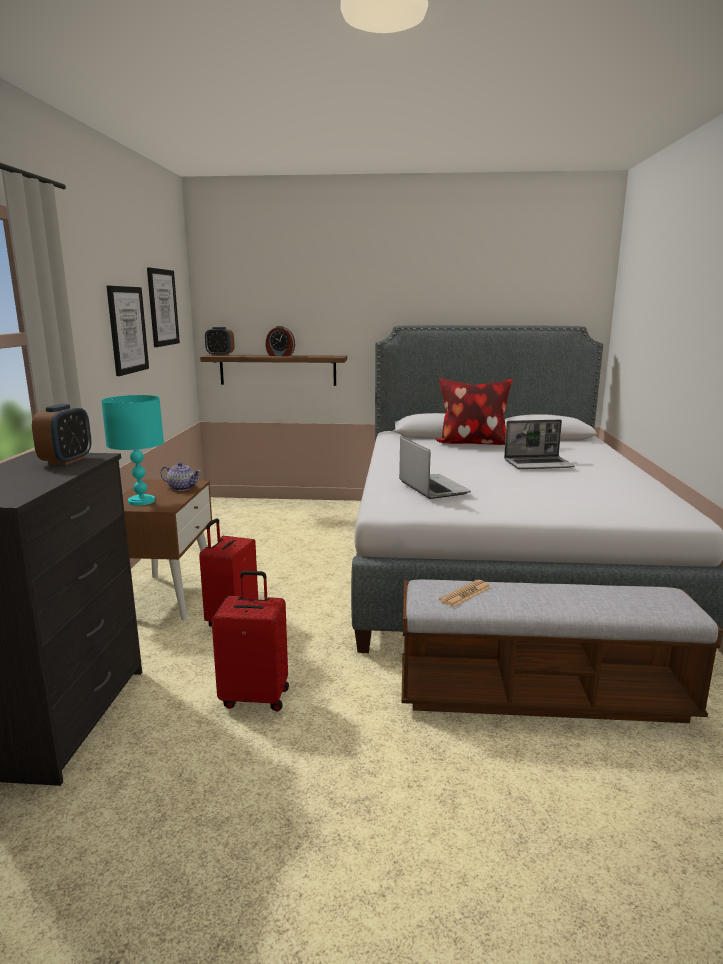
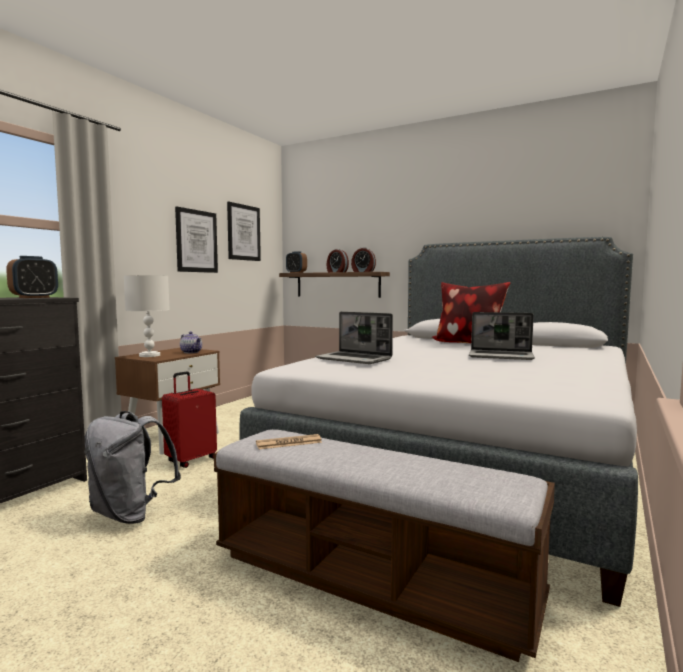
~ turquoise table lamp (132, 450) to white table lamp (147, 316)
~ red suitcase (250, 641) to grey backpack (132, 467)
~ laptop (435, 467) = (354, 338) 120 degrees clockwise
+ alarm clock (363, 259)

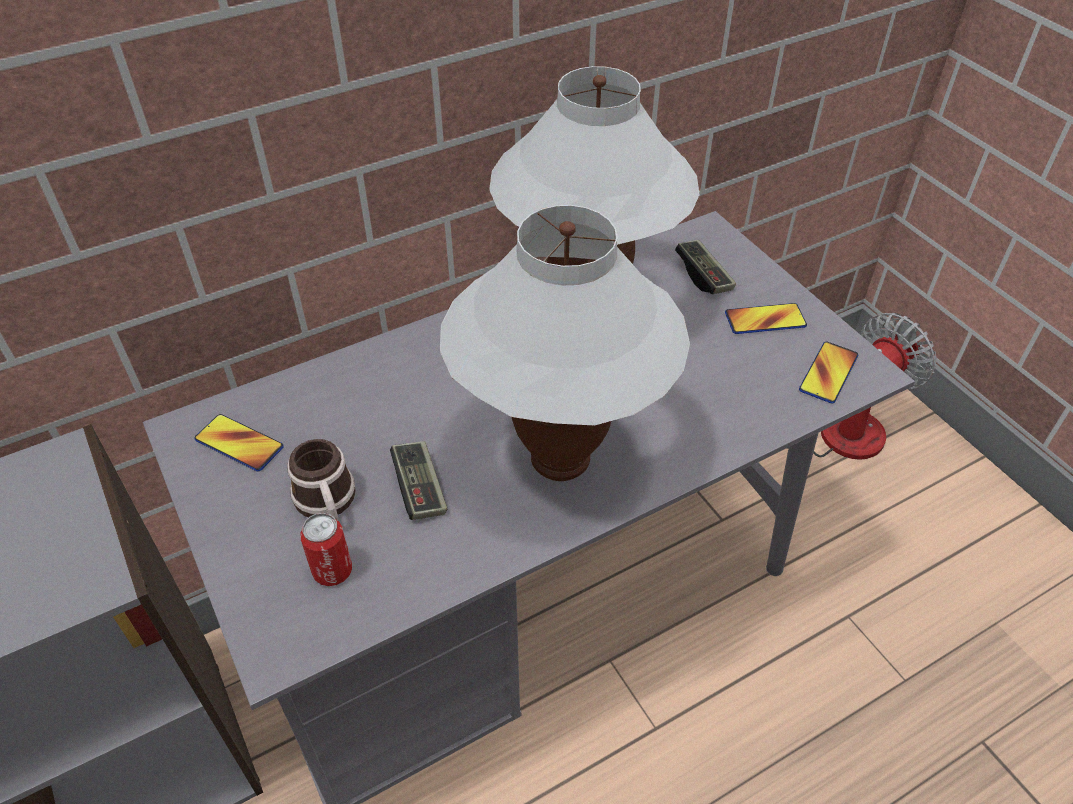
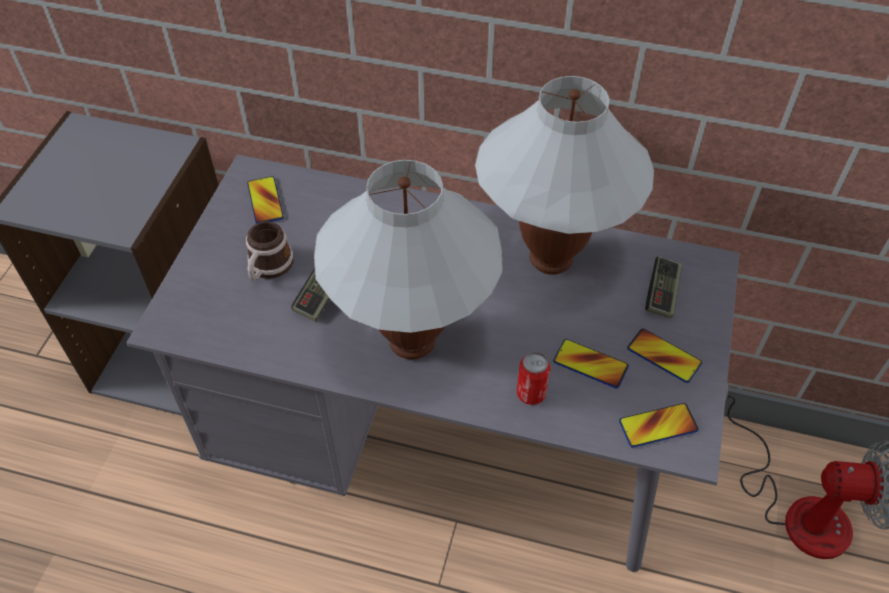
~ can (326, 549) to (533, 378)
+ phone (591, 364)

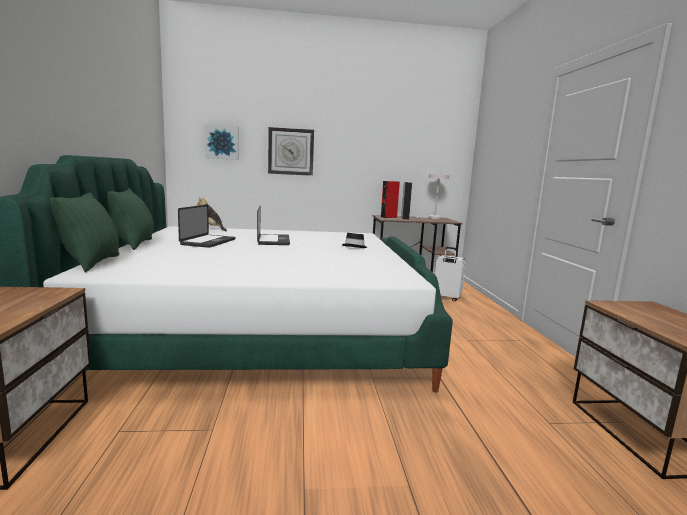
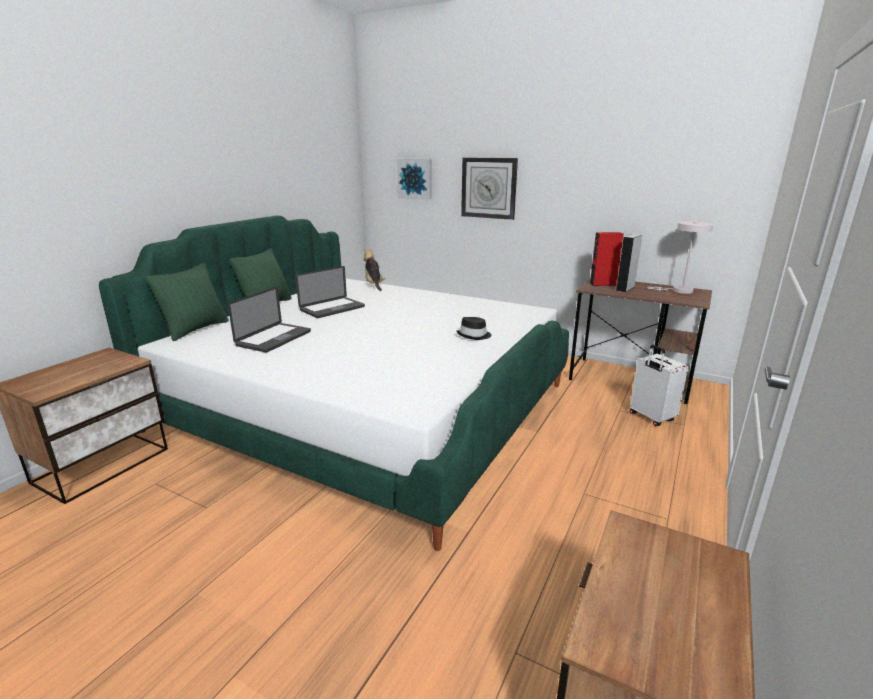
~ laptop (273, 225) to (269, 320)

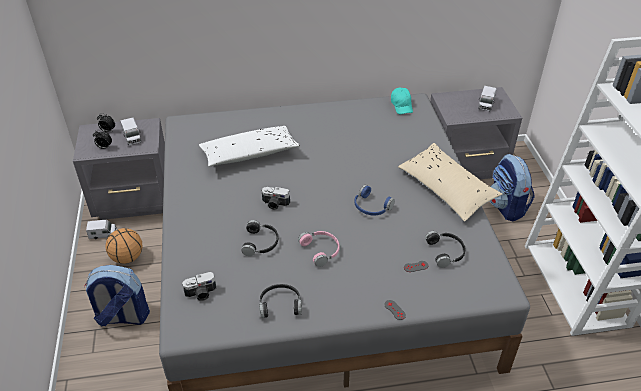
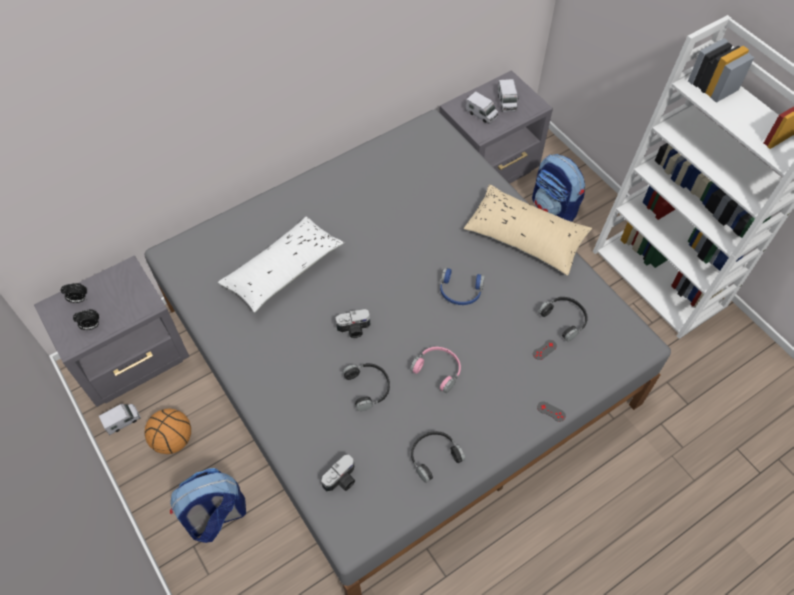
~ toy truck (131, 131) to (481, 107)
- turquoise cap (402, 100)

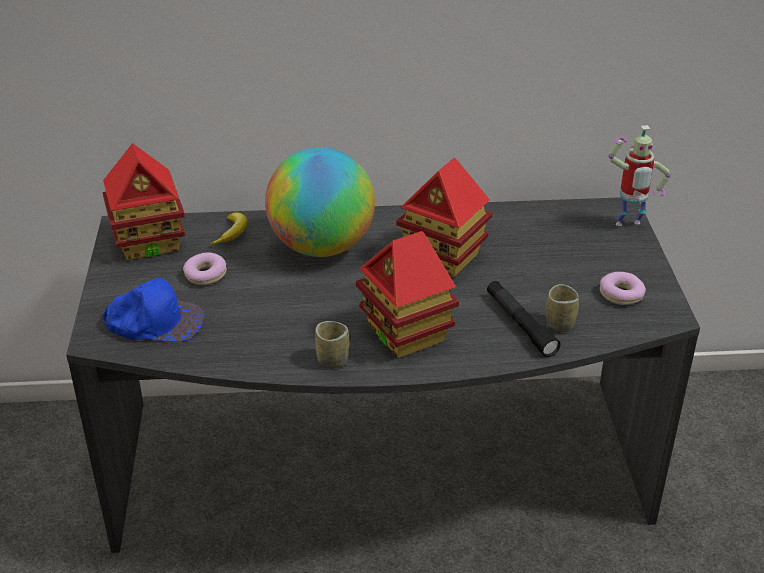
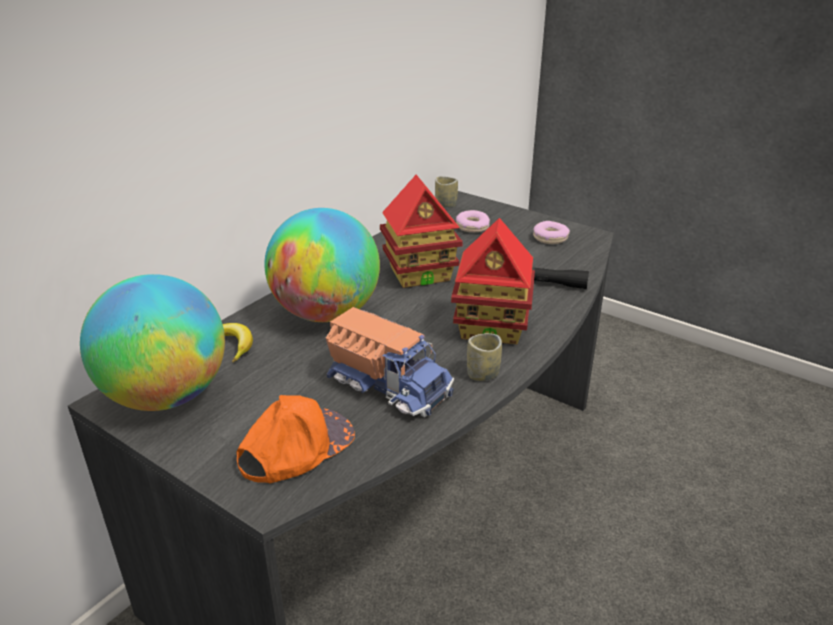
~ toy house (143, 201) to globe (152, 342)
~ blue cap (153, 310) to orange cap (296, 439)
~ donut (205, 268) to (473, 221)
~ cup (562, 308) to (446, 192)
- toy robot (639, 175)
+ toy truck (390, 362)

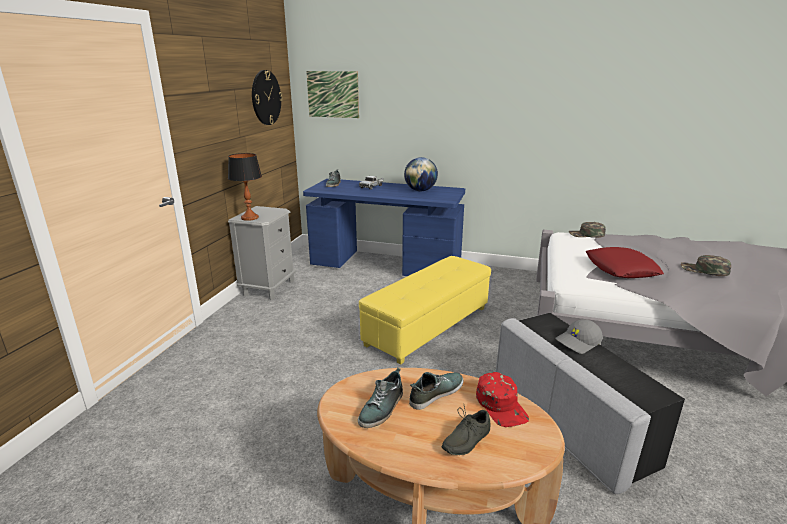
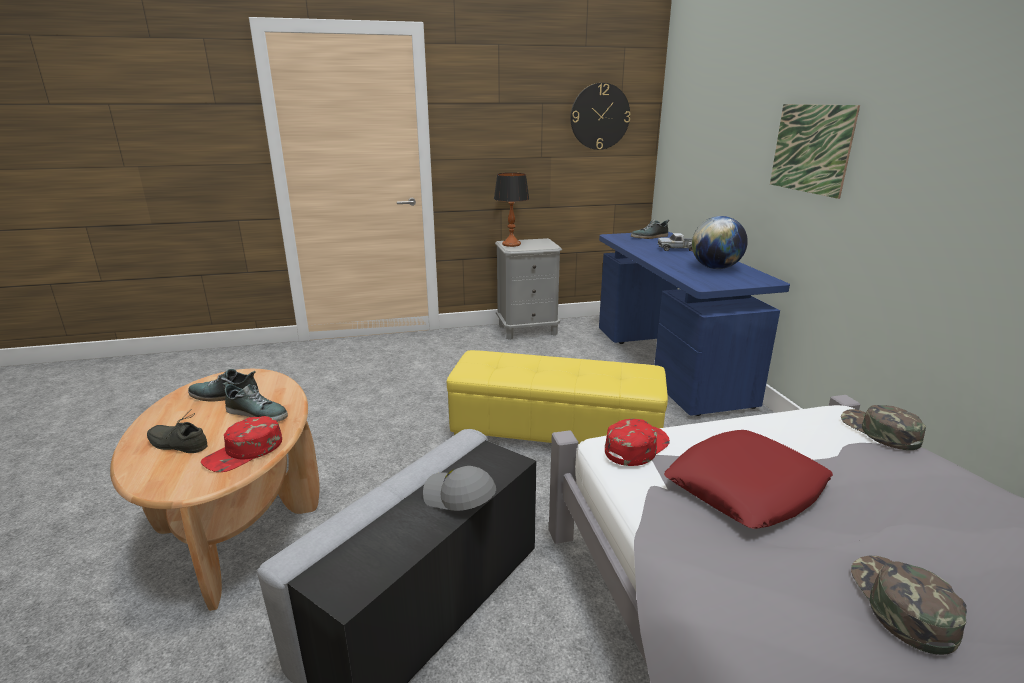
~ picture (332, 94) to (815, 151)
+ red cap (637, 442)

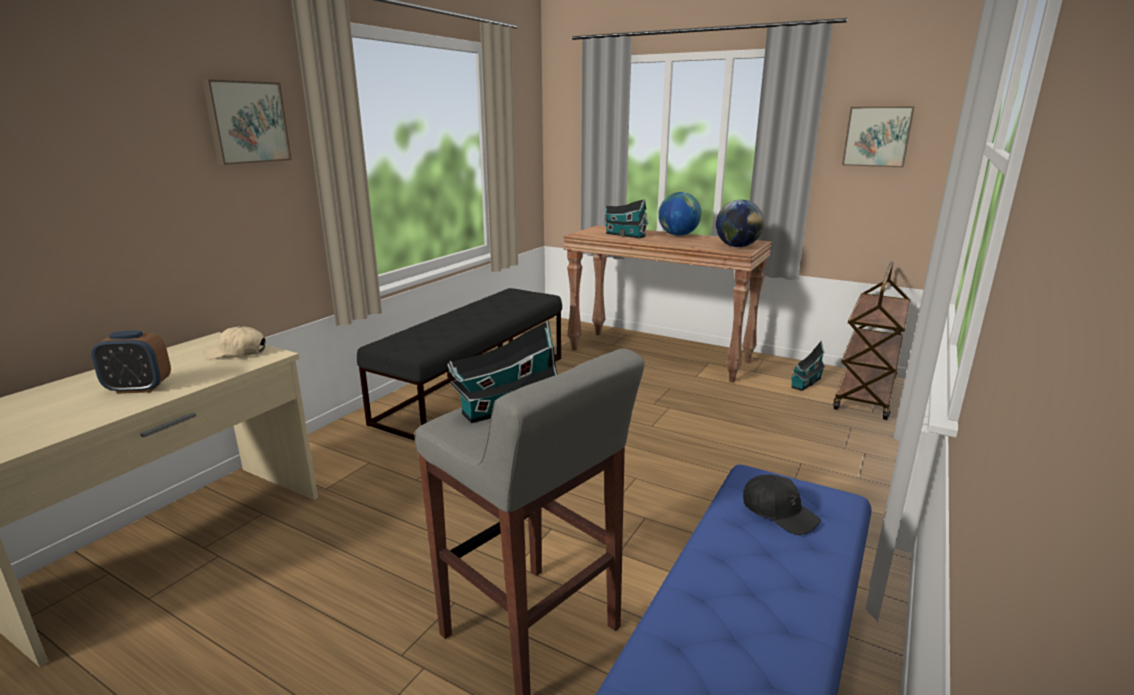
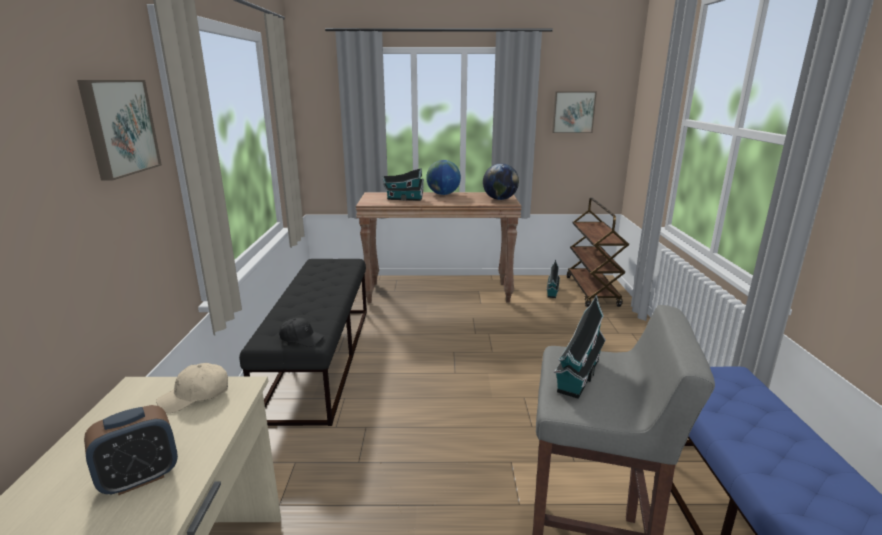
~ black cap (782, 504) to (301, 332)

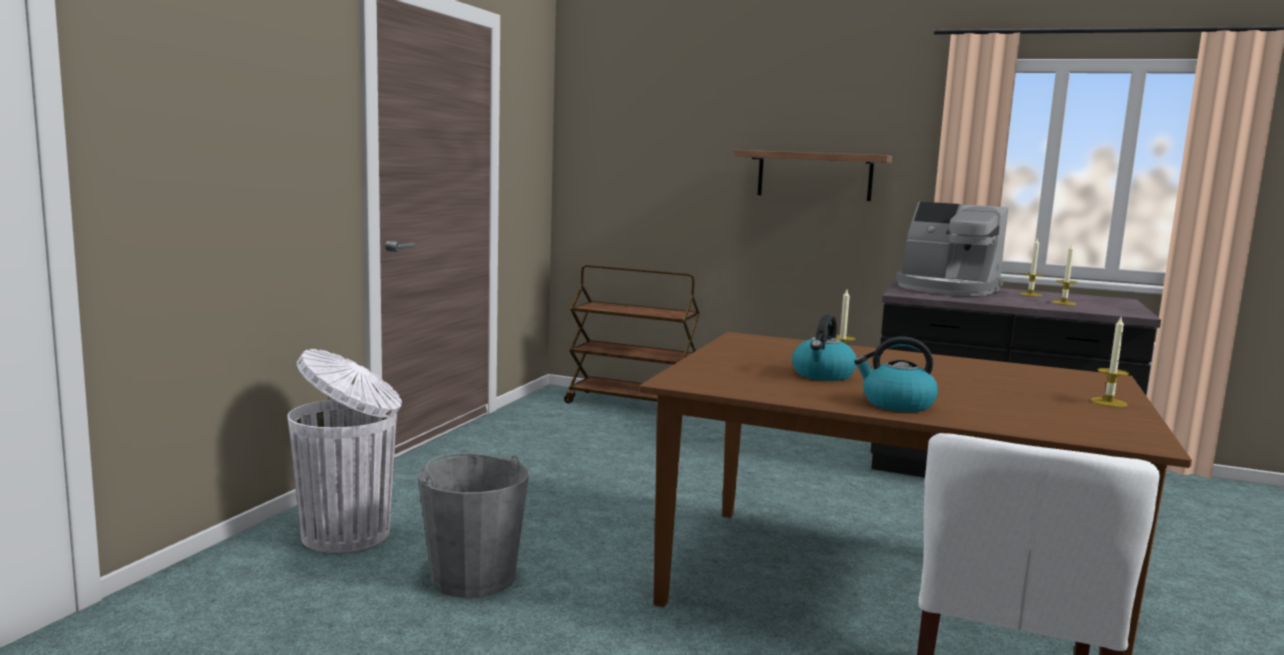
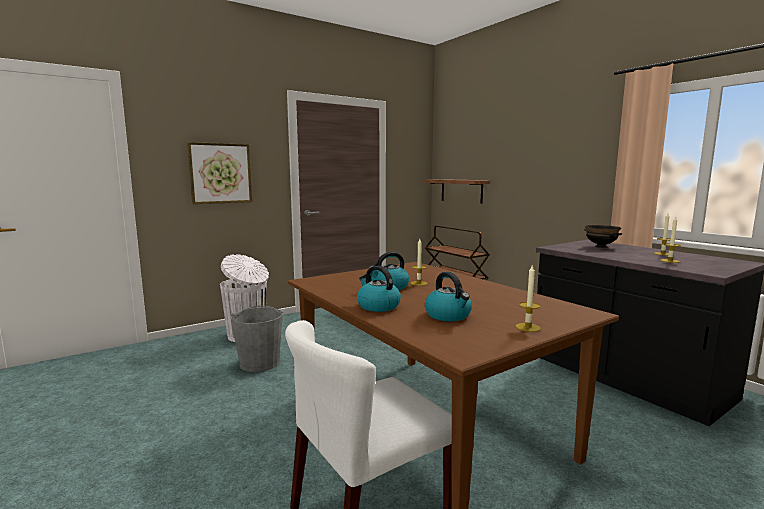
~ shelf (813, 175) to (456, 191)
~ coffee machine (952, 249) to black bowl (603, 236)
+ picture (219, 173)
+ kettle (448, 296)

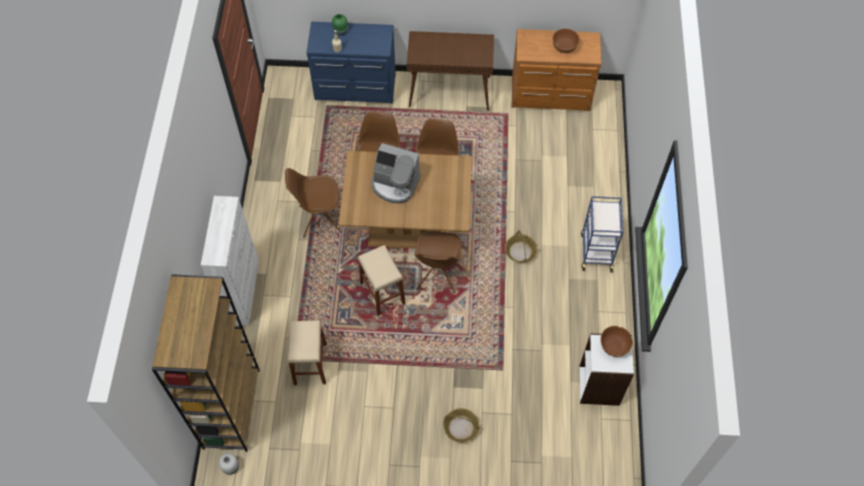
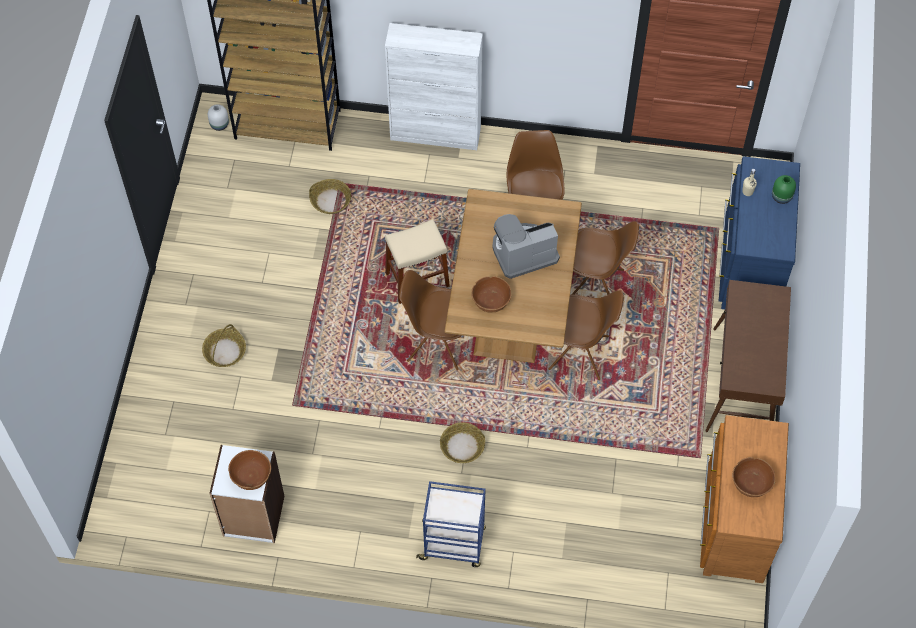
~ beige stool (307, 352) to basket (330, 196)
~ coffee machine (396, 173) = (526, 246) 45 degrees clockwise
+ brown bowl (491, 294)

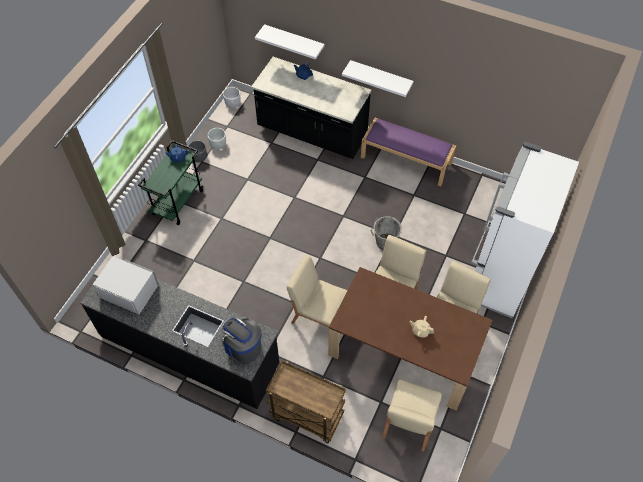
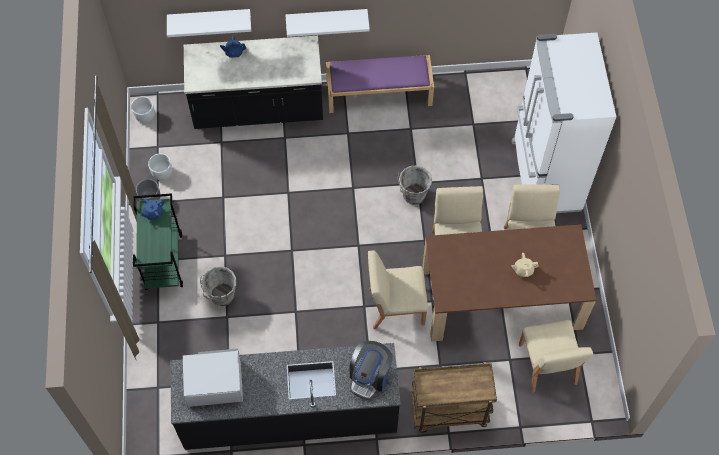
~ coffee machine (241, 340) = (371, 370) 75 degrees counterclockwise
+ grey bucket (218, 286)

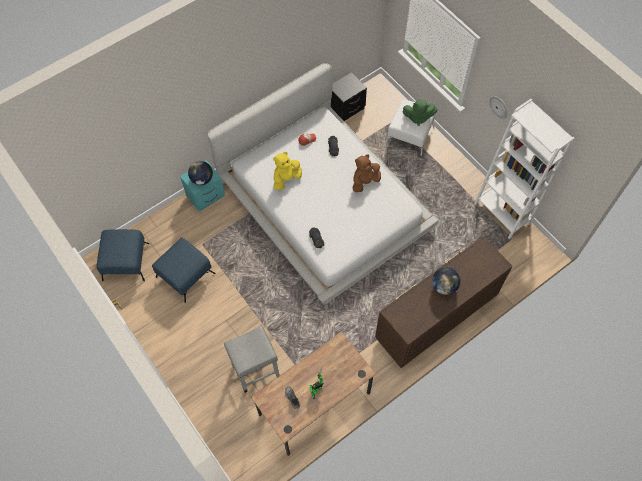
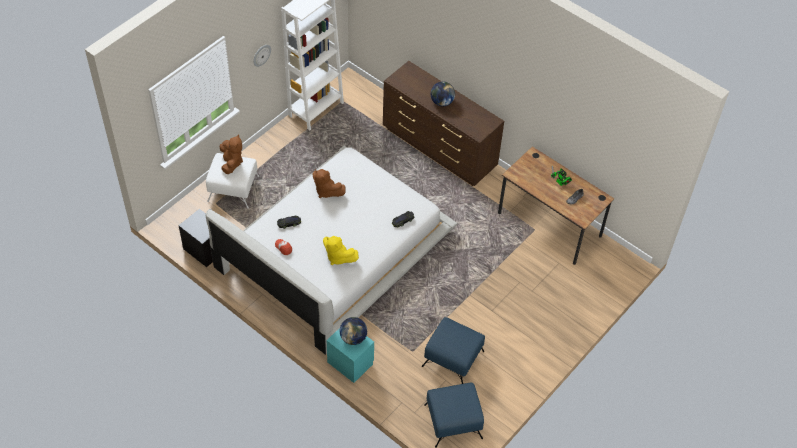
- grey stool (252, 359)
~ green plush toy (419, 112) to brown plush toy (231, 154)

